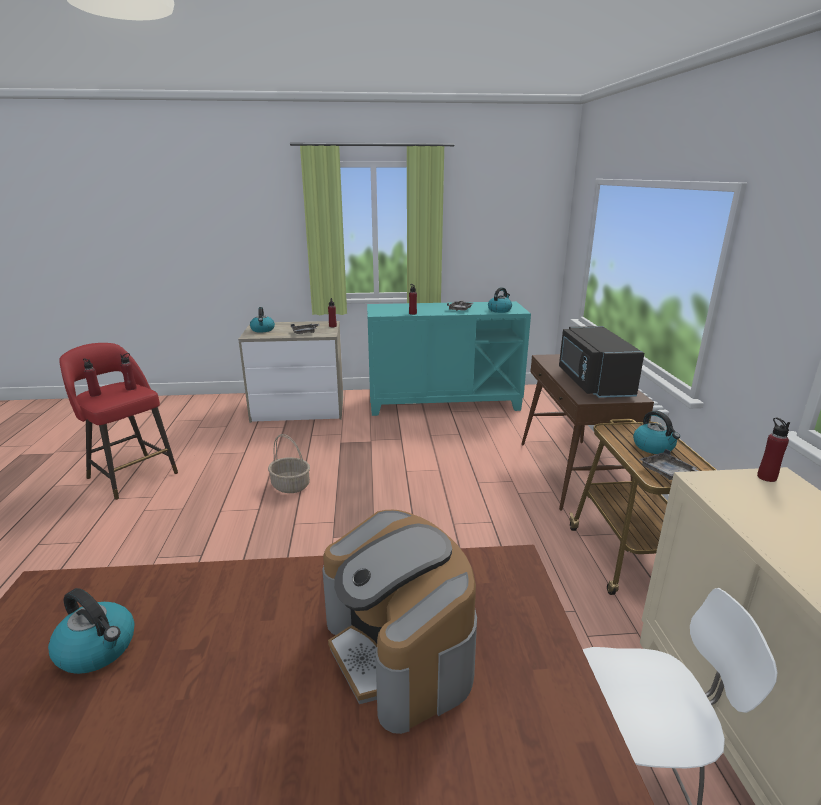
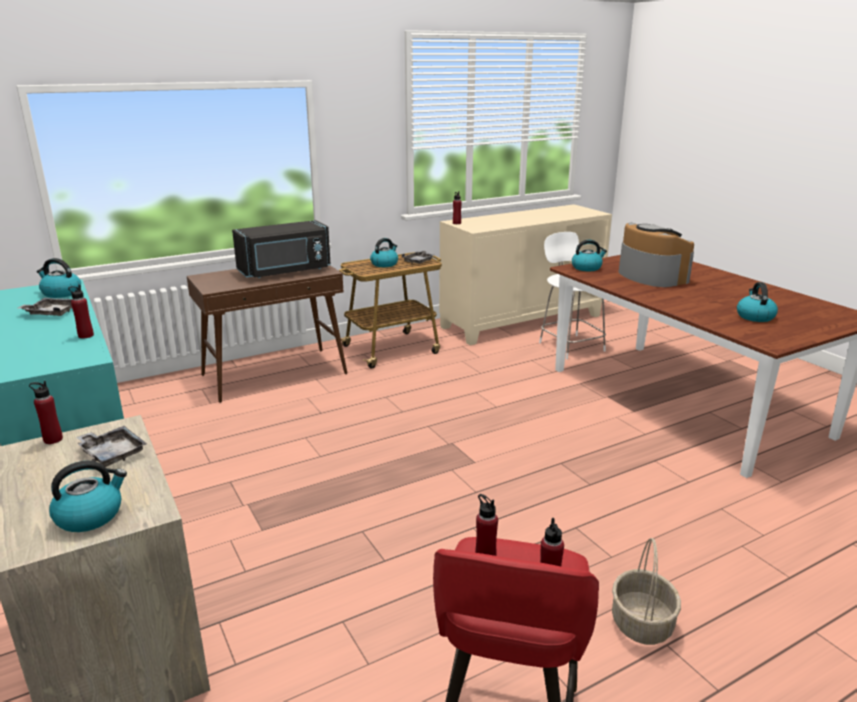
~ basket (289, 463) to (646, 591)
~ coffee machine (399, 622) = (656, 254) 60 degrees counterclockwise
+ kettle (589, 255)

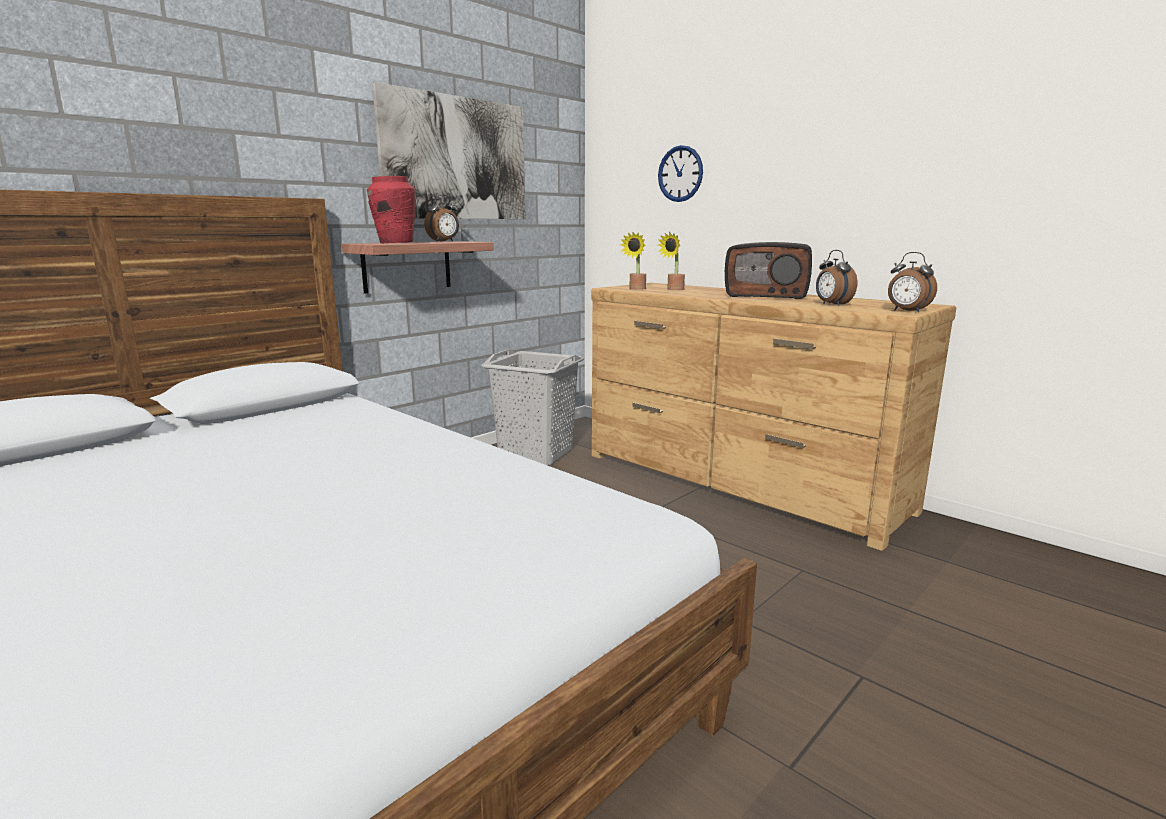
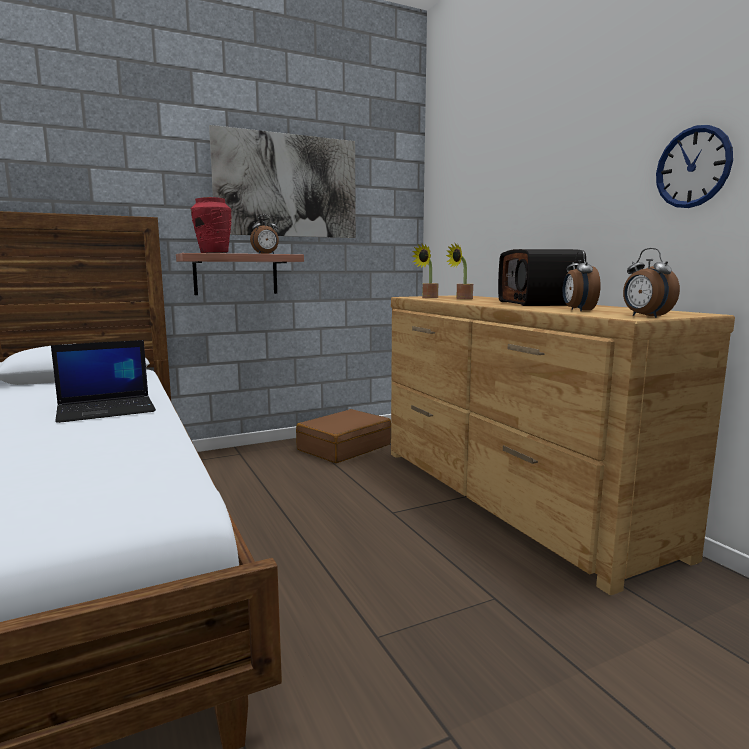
~ grey laundry basket (532, 407) to brown suitcase (343, 436)
~ wall clock (680, 173) to (694, 166)
~ radio (768, 270) = (542, 277) 45 degrees clockwise
+ laptop (103, 381)

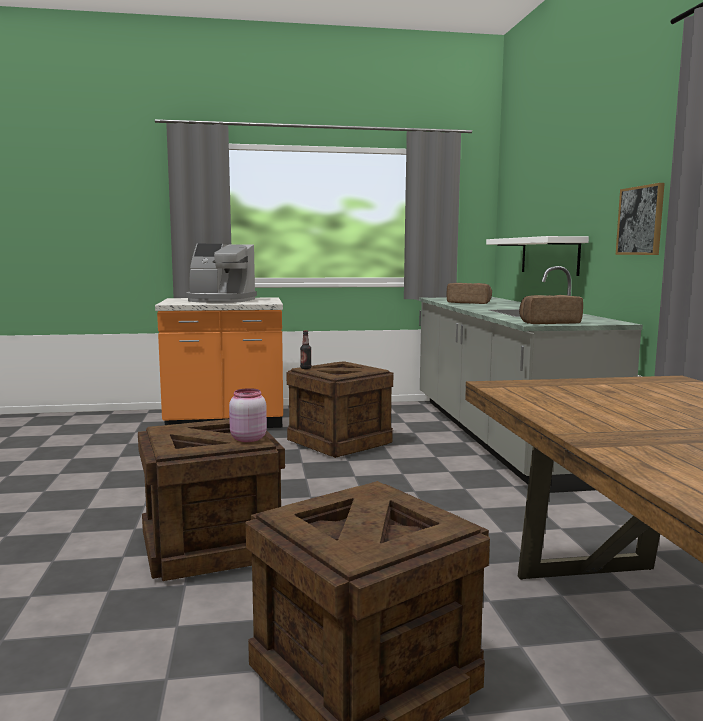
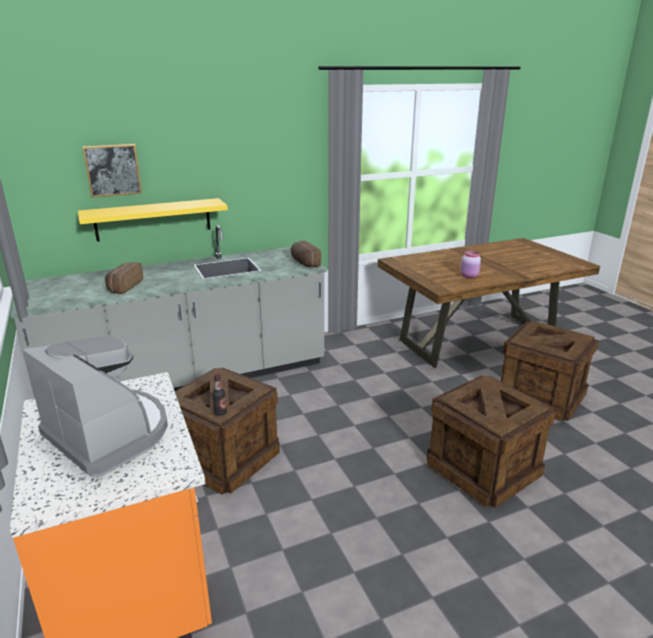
~ coffee machine (221, 273) = (95, 407) 45 degrees counterclockwise
~ pink jar (248, 415) to (471, 264)
~ white shelf (537, 256) to yellow shelf (153, 220)
~ picture (640, 219) to (112, 171)

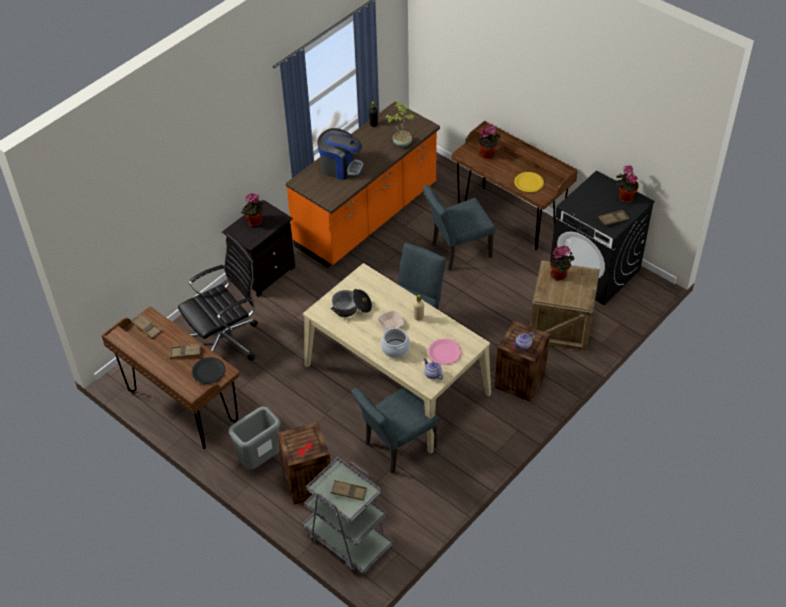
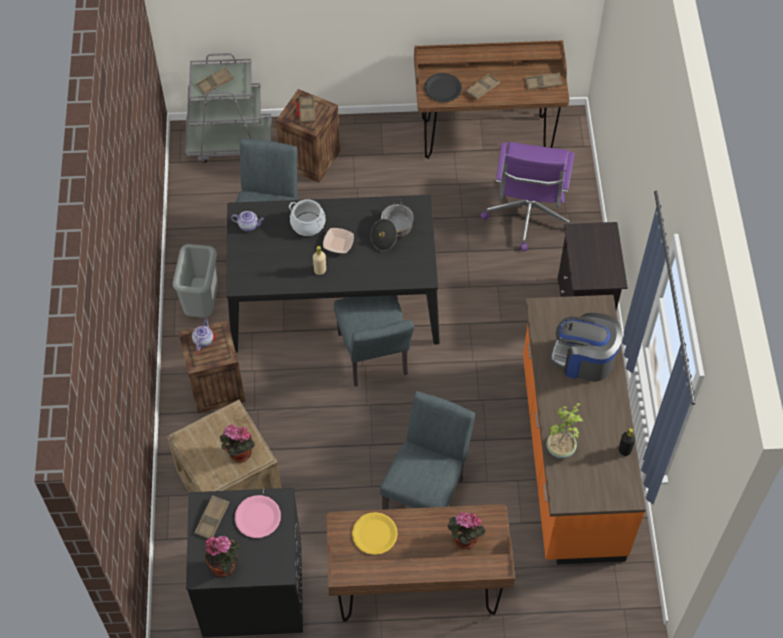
~ black office chair (218, 297) to purple office chair (527, 196)
~ grey trash can (255, 438) to (195, 280)
- potted plant (252, 209)
~ beige dining table (397, 358) to black dining table (333, 274)
~ coffee machine (341, 154) = (586, 347) 45 degrees clockwise
~ pink plate (445, 352) to (258, 516)
+ brown tray (307, 109)

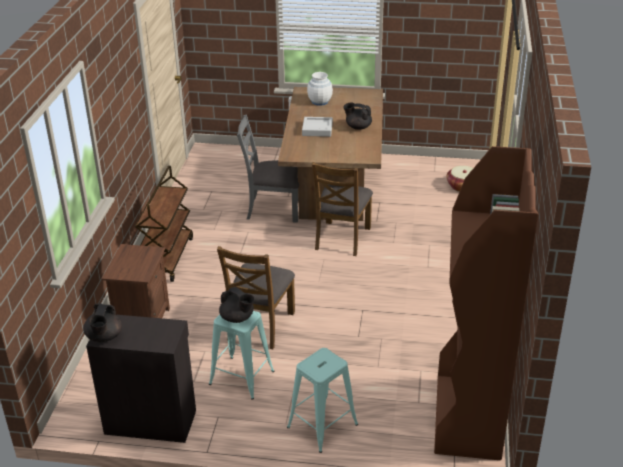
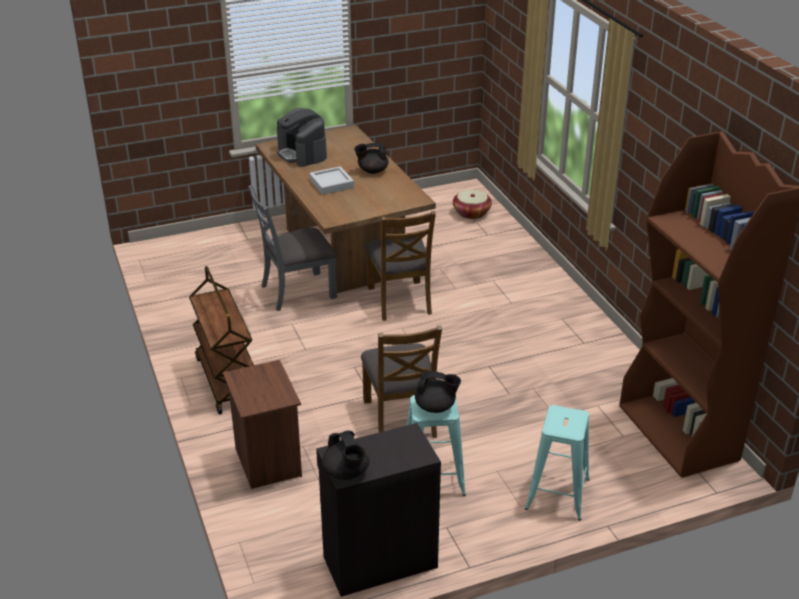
~ white vase (320, 89) to coffee machine (302, 137)

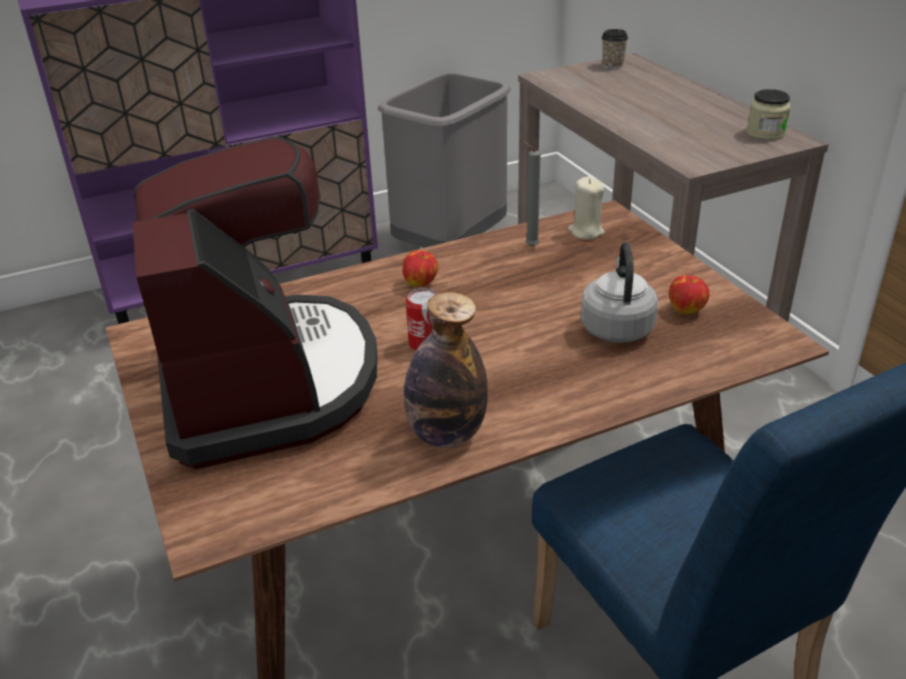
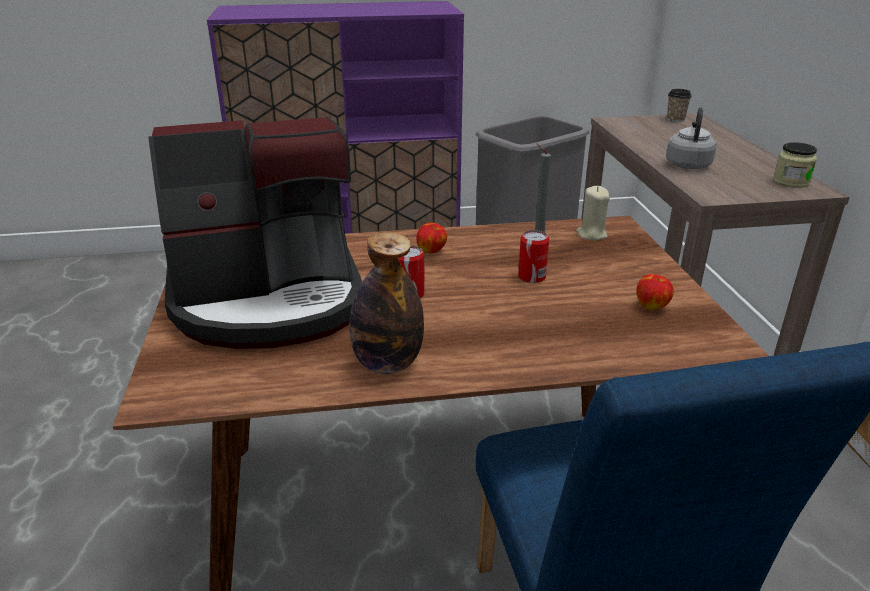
~ coffee machine (255, 303) = (255, 233) 75 degrees clockwise
~ grey kettle (619, 292) to (691, 138)
+ can (533, 256)

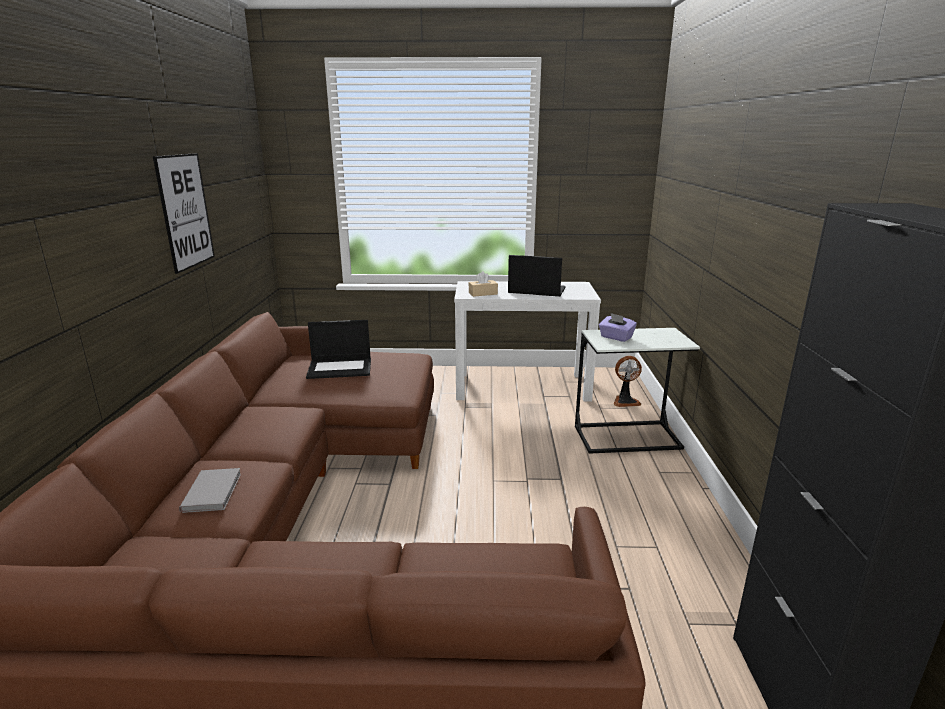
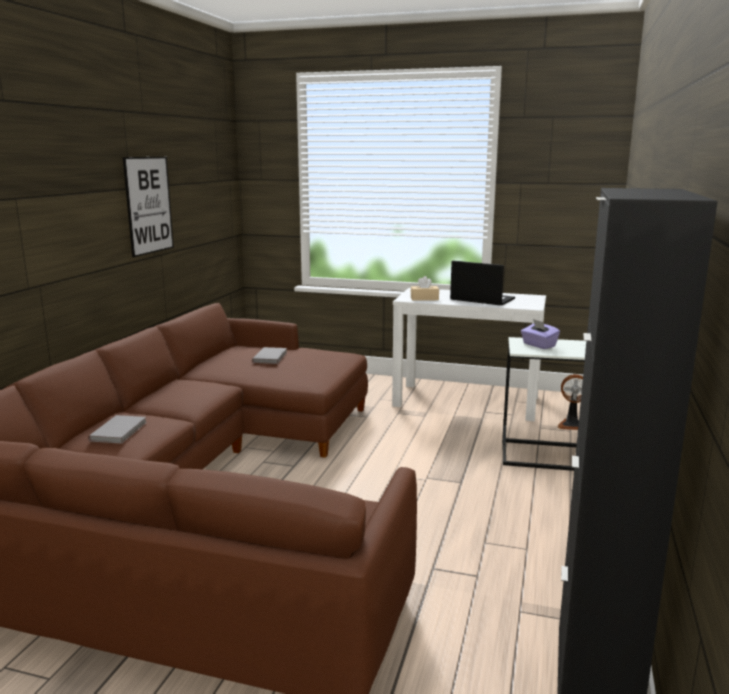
~ laptop (338, 349) to grey book (269, 355)

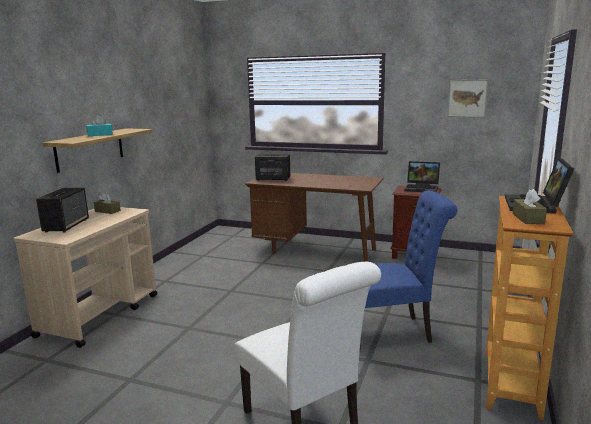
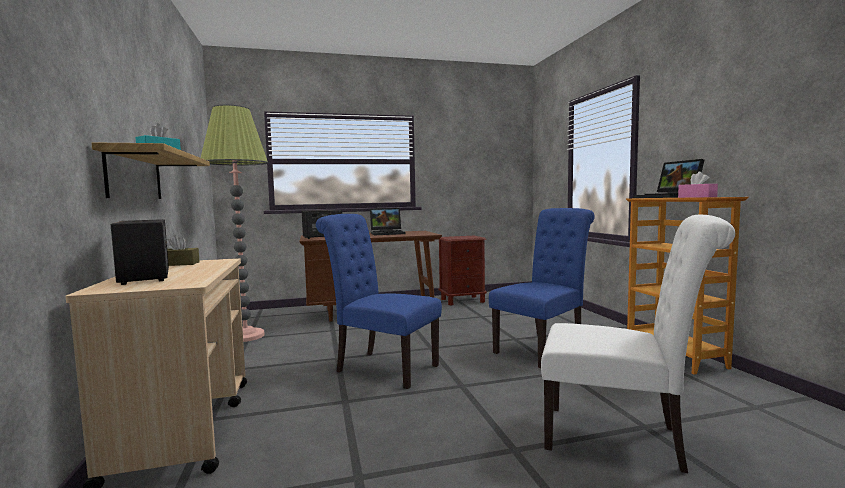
~ laptop (422, 176) to (388, 221)
- picture (467, 98)
~ brown tissue box (530, 206) to pink tissue box (698, 185)
+ floor lamp (234, 223)
+ blue chair (379, 301)

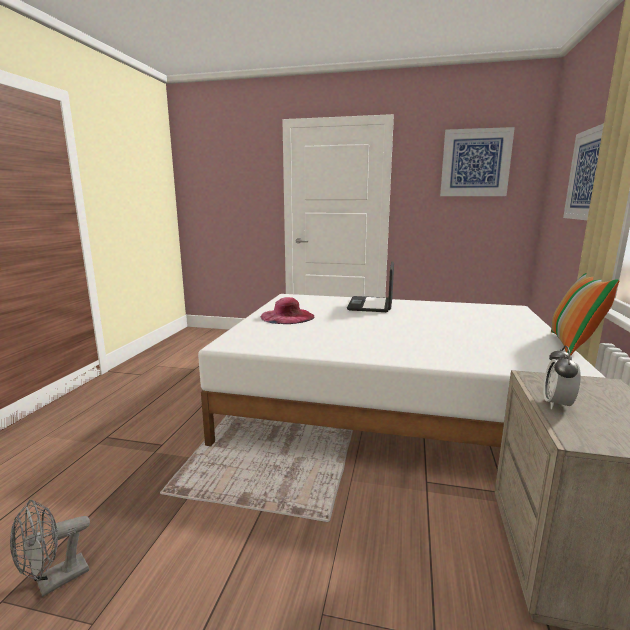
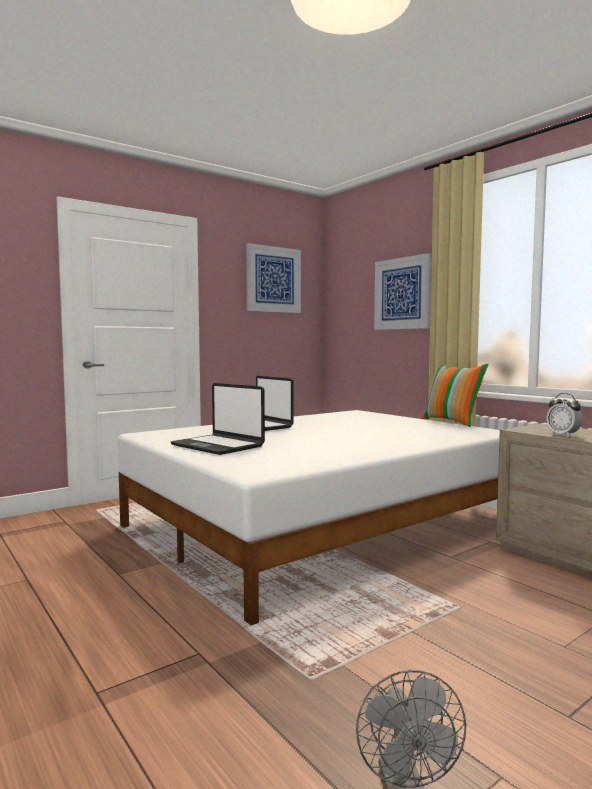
~ pink hat (288, 310) to laptop (218, 419)

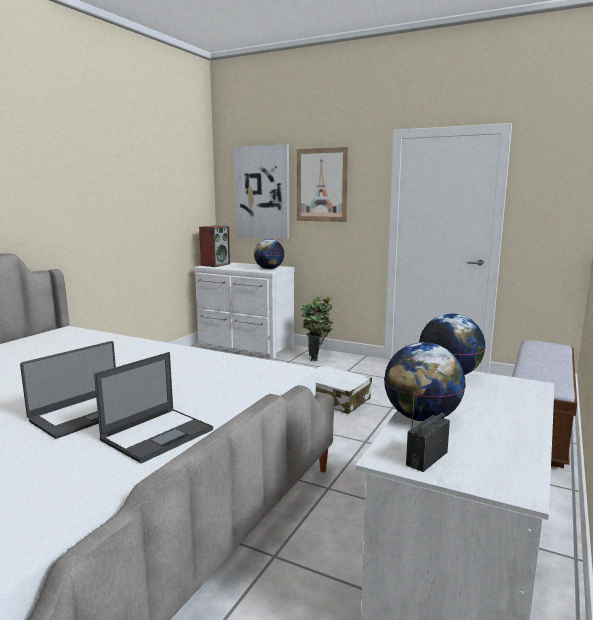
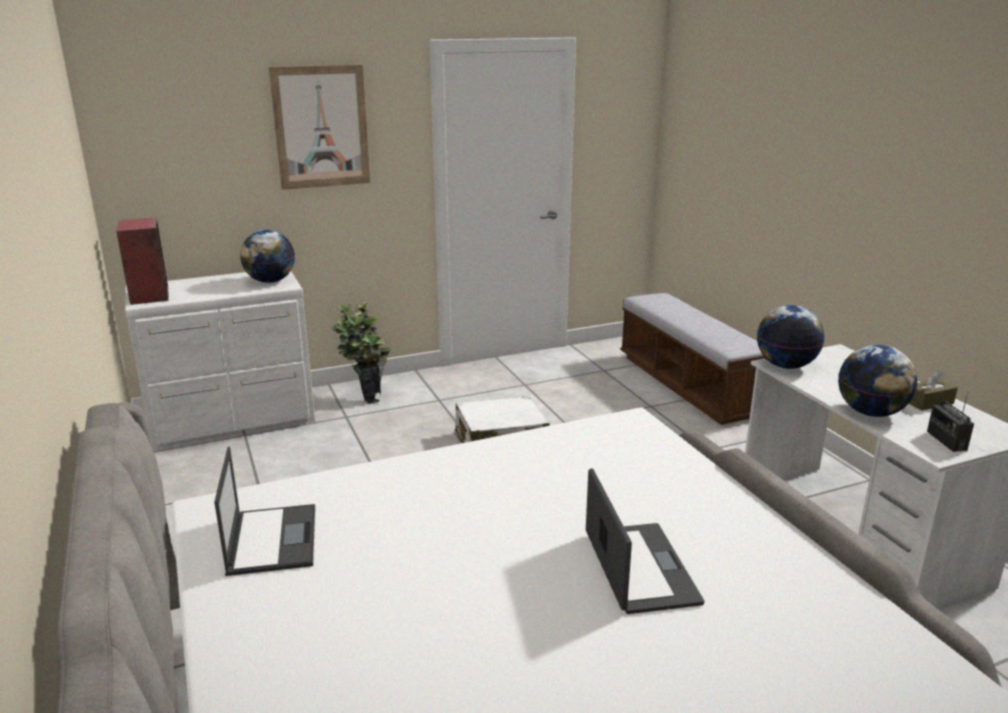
~ laptop (153, 407) to (264, 511)
- picture (261, 191)
+ brown tissue box (933, 390)

